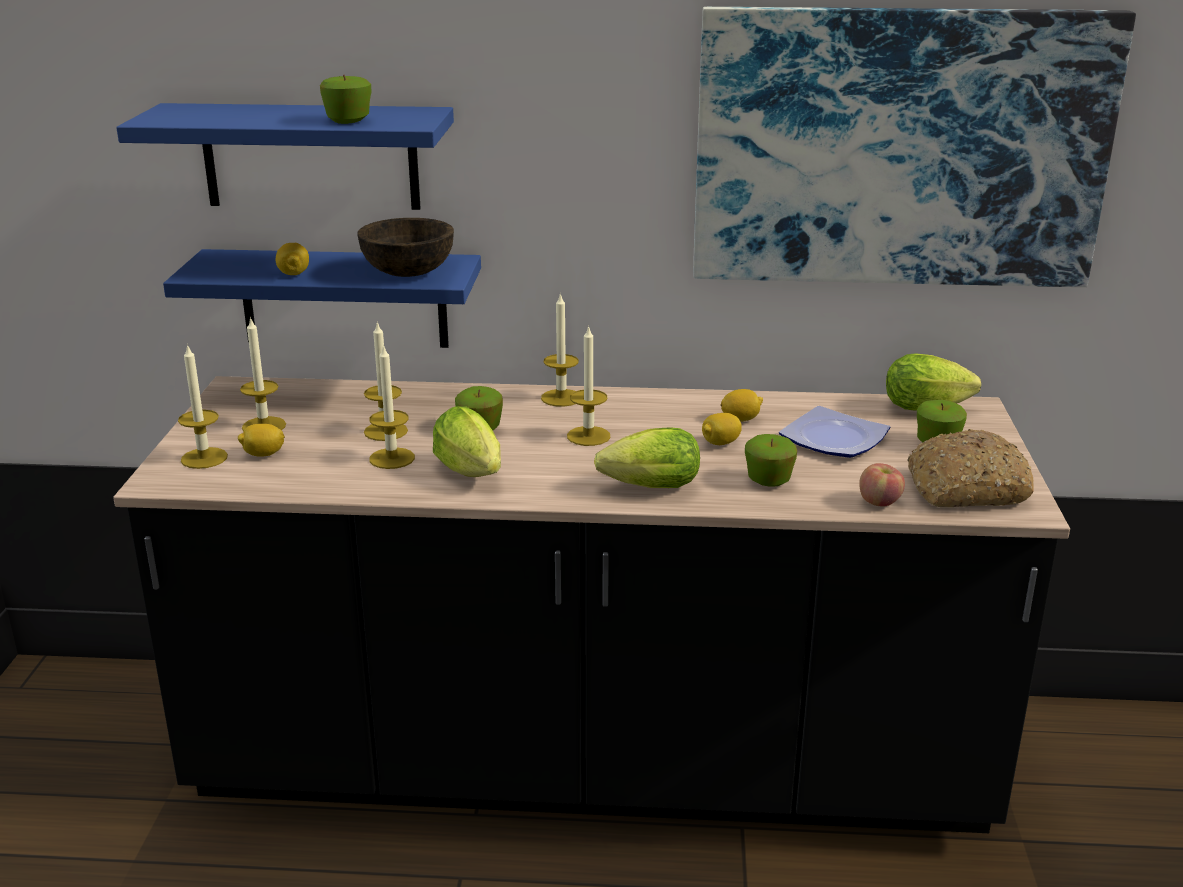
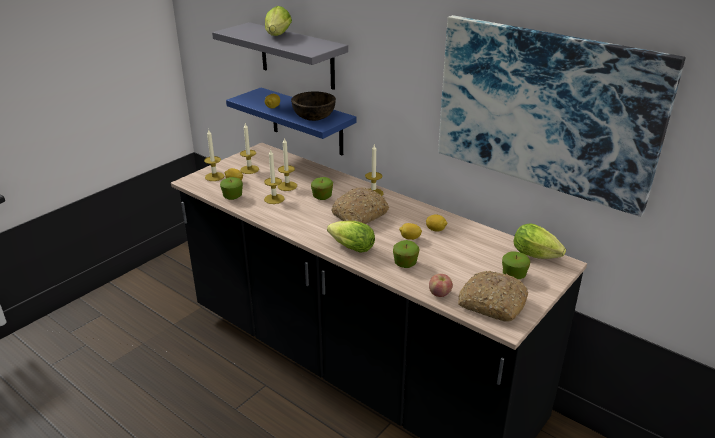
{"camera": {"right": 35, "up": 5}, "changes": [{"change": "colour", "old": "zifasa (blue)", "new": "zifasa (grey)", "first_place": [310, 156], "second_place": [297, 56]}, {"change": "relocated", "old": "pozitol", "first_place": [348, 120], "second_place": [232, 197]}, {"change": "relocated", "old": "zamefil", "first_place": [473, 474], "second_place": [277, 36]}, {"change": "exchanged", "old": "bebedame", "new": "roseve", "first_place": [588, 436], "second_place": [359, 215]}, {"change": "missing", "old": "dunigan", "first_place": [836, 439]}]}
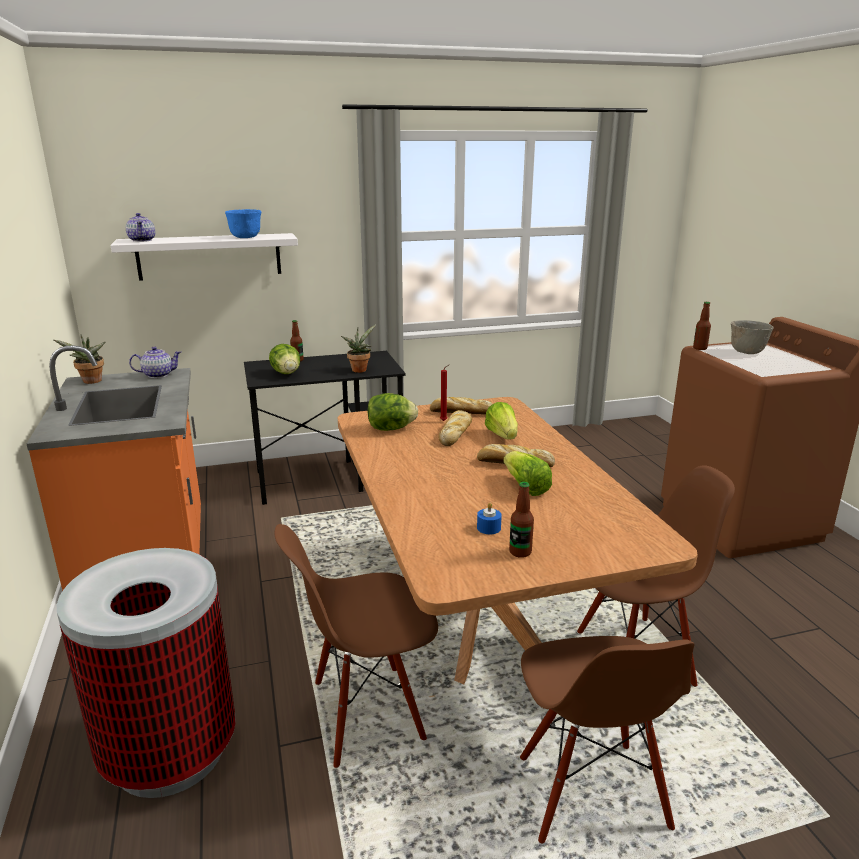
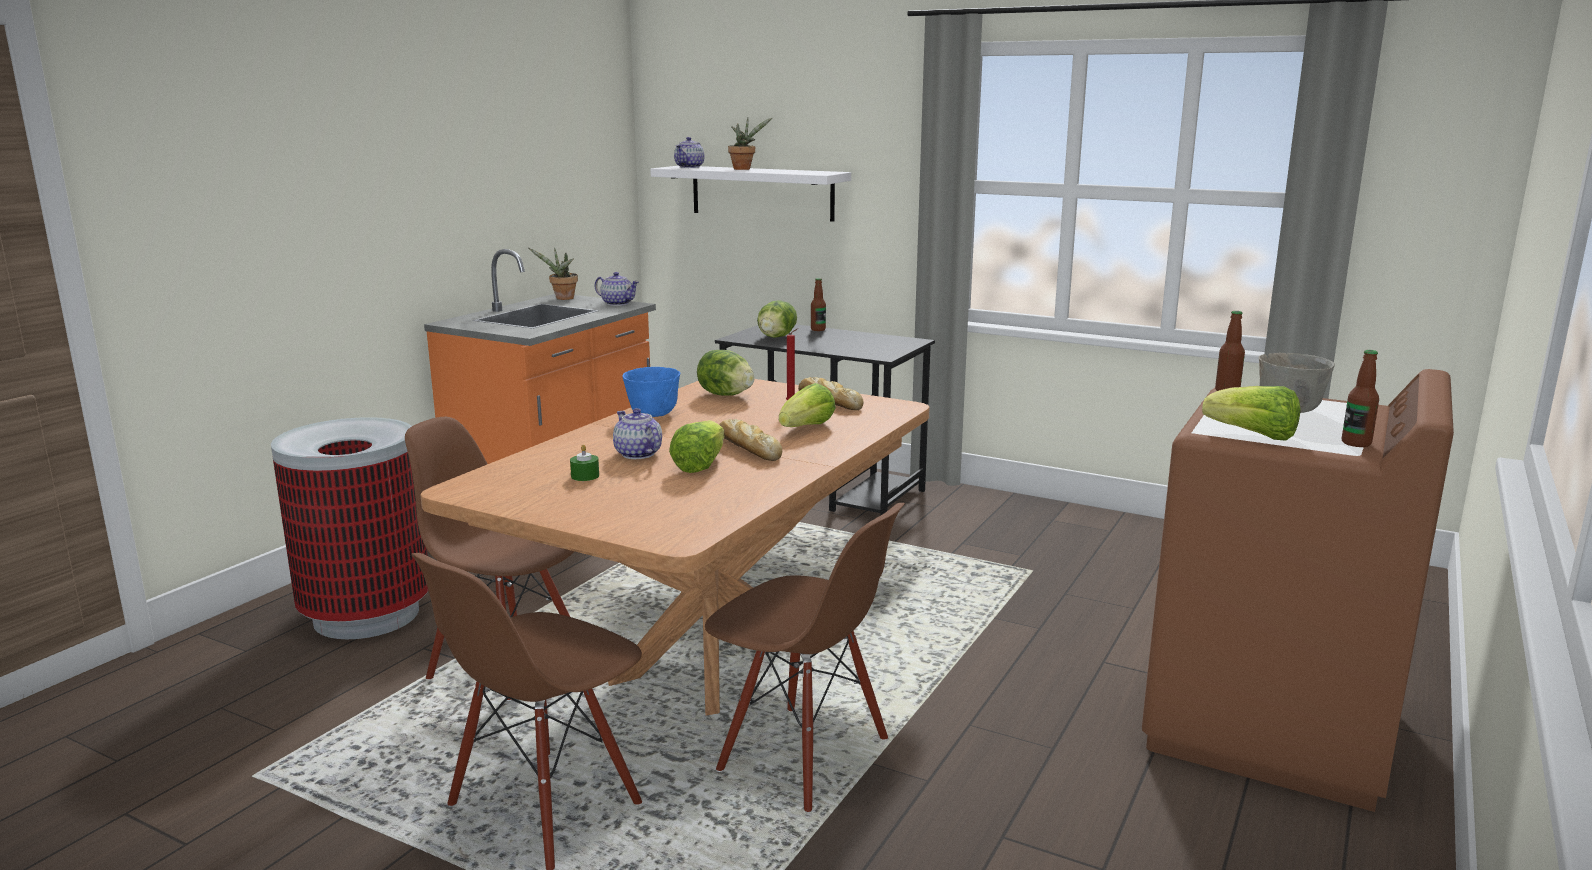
{"camera": {"right": 45, "up": -5}, "changes": [{"change": "relocated", "old": "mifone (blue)", "first_place": [246, 237], "second_place": [653, 414]}, {"change": "relocated", "old": "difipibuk", "first_place": [359, 369], "second_place": [744, 169]}, {"change": "missing", "old": "roseve", "first_place": [455, 433]}, {"change": "colour", "old": "bebedame (blue)", "new": "bebedame (green)", "first_place": [488, 528], "second_place": [585, 476]}, {"change": "relocated", "old": "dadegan", "first_place": [520, 552], "second_place": [1356, 443]}, {"change": "appeared", "new": "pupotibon", "second_place": [638, 454]}, {"change": "appeared", "new": "zamefil", "second_place": [1253, 436]}]}
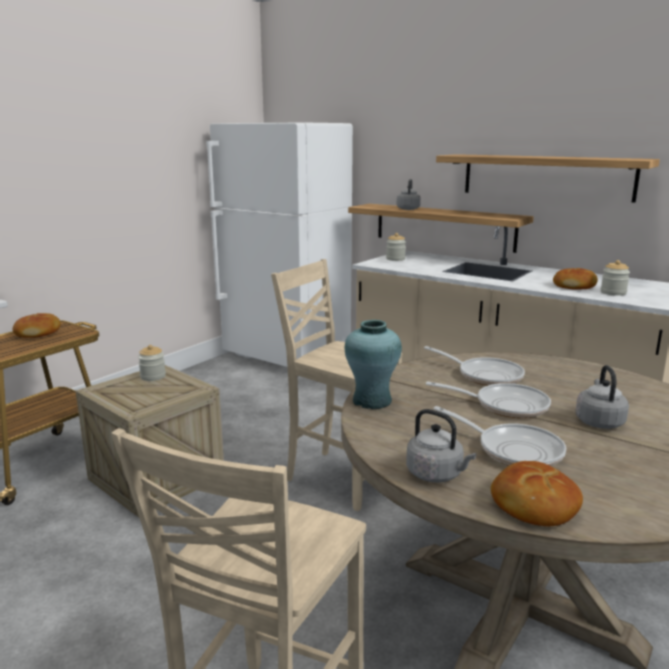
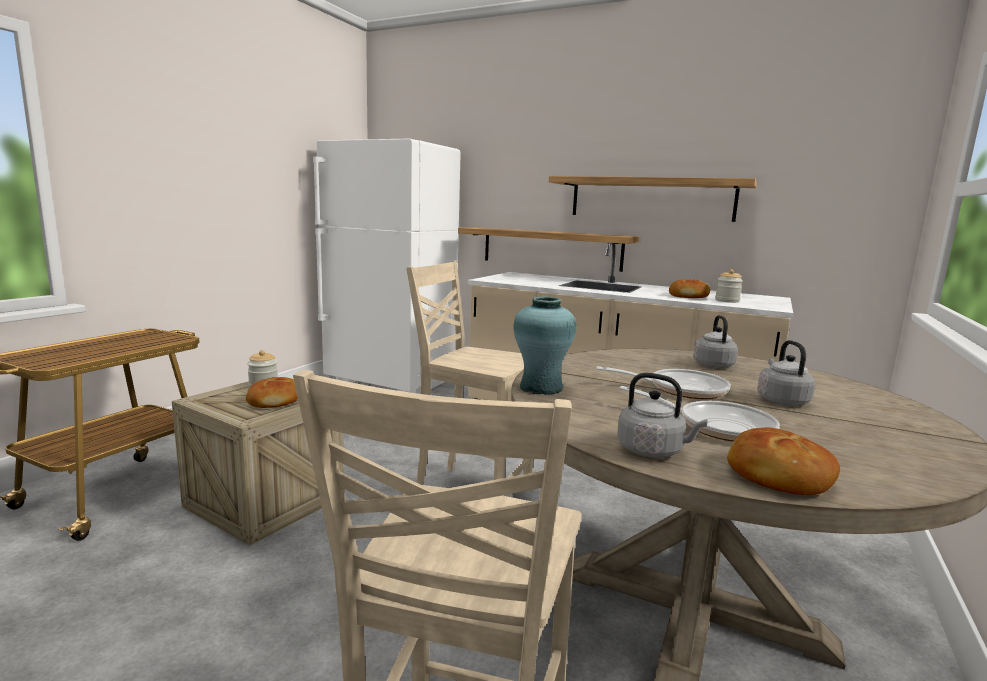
{"camera": {"right": -10, "up": -5}, "changes": [{"change": "relocated", "old": "roseve", "first_place": [38, 333], "second_place": [275, 401]}, {"change": "missing", "old": "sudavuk", "first_place": [395, 259]}, {"change": "relocated", "old": "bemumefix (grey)", "first_place": [408, 209], "second_place": [712, 364]}, {"change": "missing", "old": "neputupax", "first_place": [485, 375]}]}
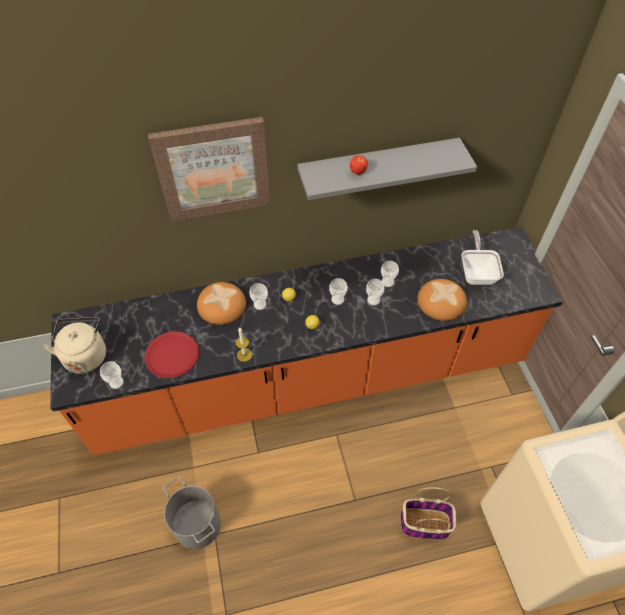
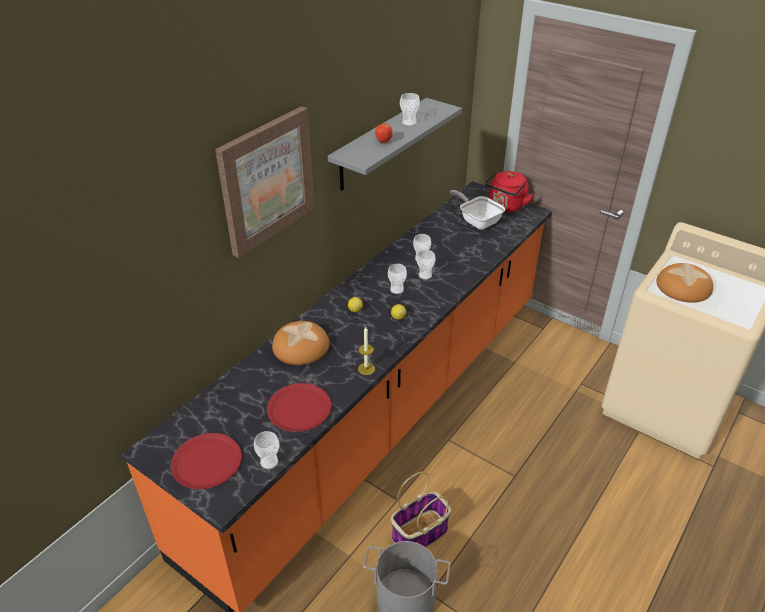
{"camera": {"right": -40, "up": -15}, "changes": [{"change": "exchanged", "old": "bemumefix (beige)", "new": "dunigan (red)", "first_place": [86, 355], "second_place": [207, 461]}, {"change": "relocated", "old": "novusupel", "first_place": [260, 304], "second_place": [409, 123]}, {"change": "relocated", "old": "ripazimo", "first_place": [424, 524], "second_place": [419, 533]}, {"change": "relocated", "old": "roseve", "first_place": [442, 302], "second_place": [683, 286]}, {"change": "appeared", "new": "bemumefix (red)", "second_place": [506, 207]}]}
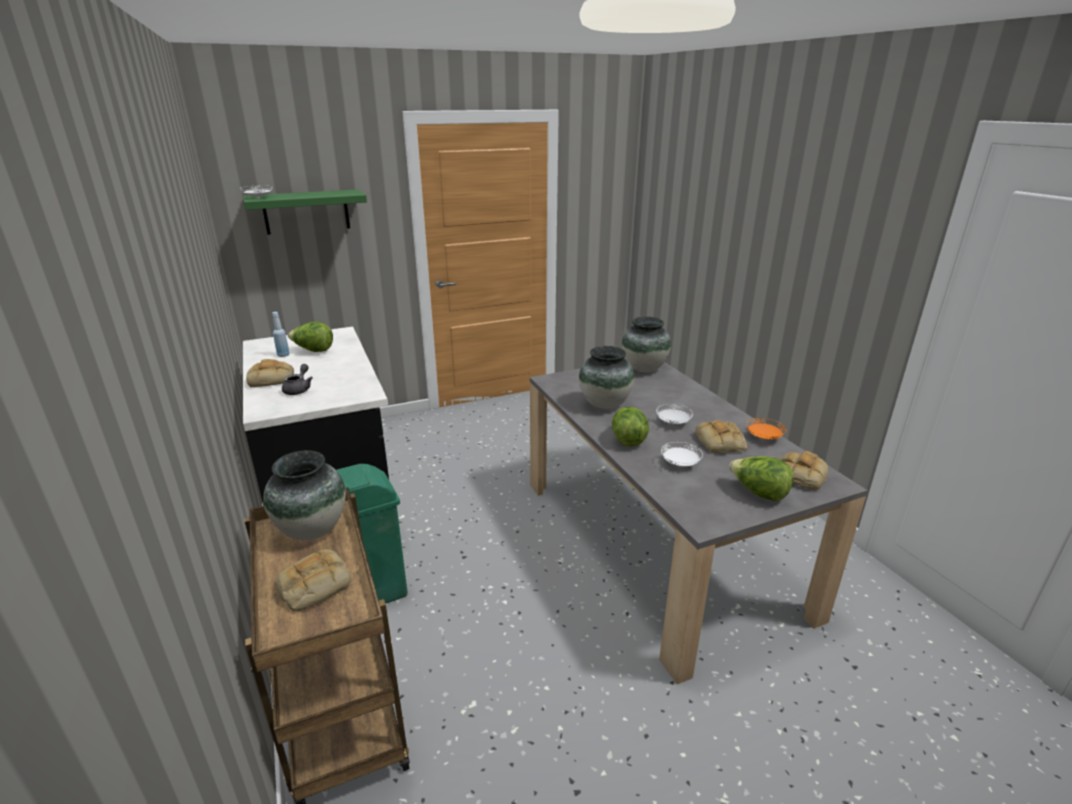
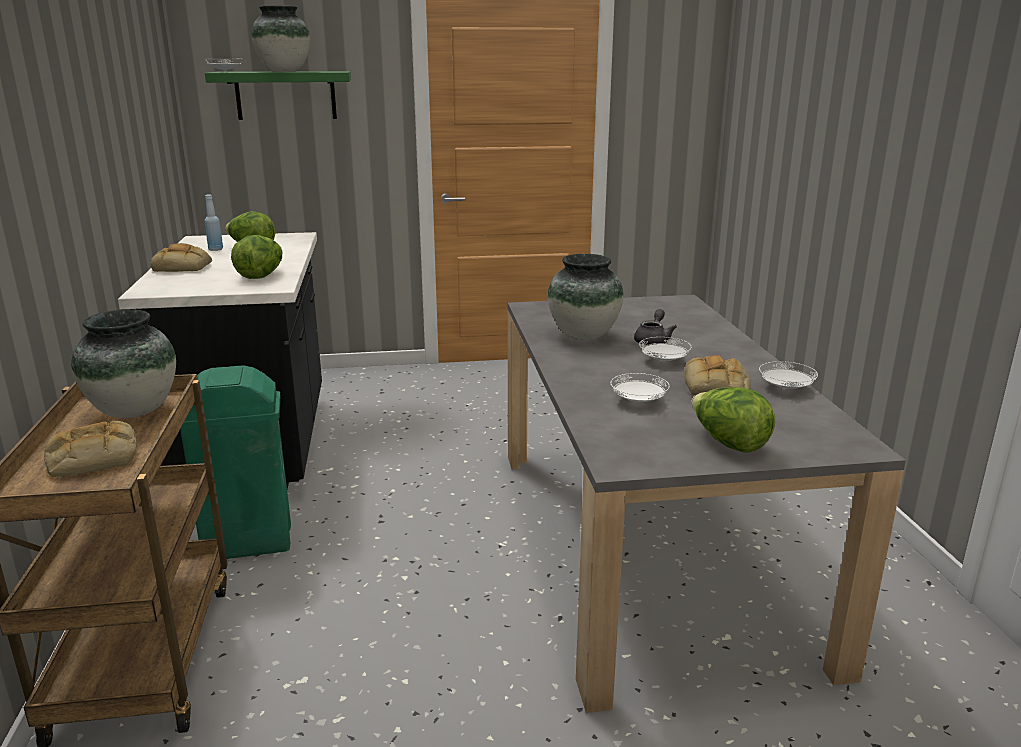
{"camera": {"right": 15, "up": -5}, "changes": [{"change": "relocated", "old": "pupotibon (grey)", "first_place": [299, 389], "second_place": [653, 340]}, {"change": "relocated", "old": "zamefil", "first_place": [628, 439], "second_place": [261, 276]}, {"change": "relocated", "old": "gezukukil", "first_place": [644, 369], "second_place": [284, 71]}, {"change": "colour", "old": "dunigan (orange)", "new": "dunigan (white)", "first_place": [764, 438], "second_place": [786, 388]}, {"change": "missing", "old": "roseve", "first_place": [799, 474]}]}
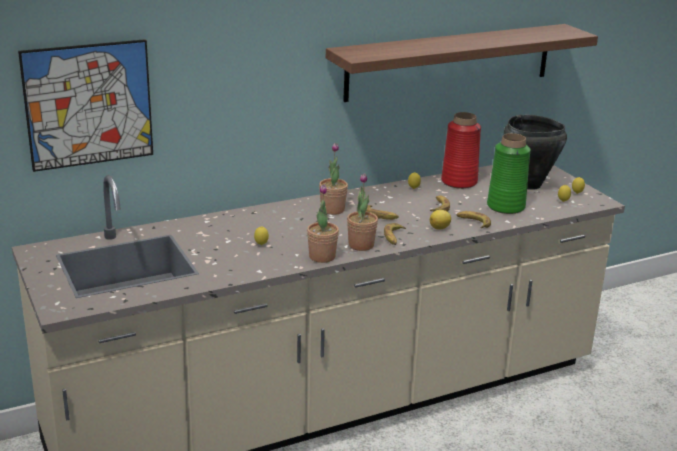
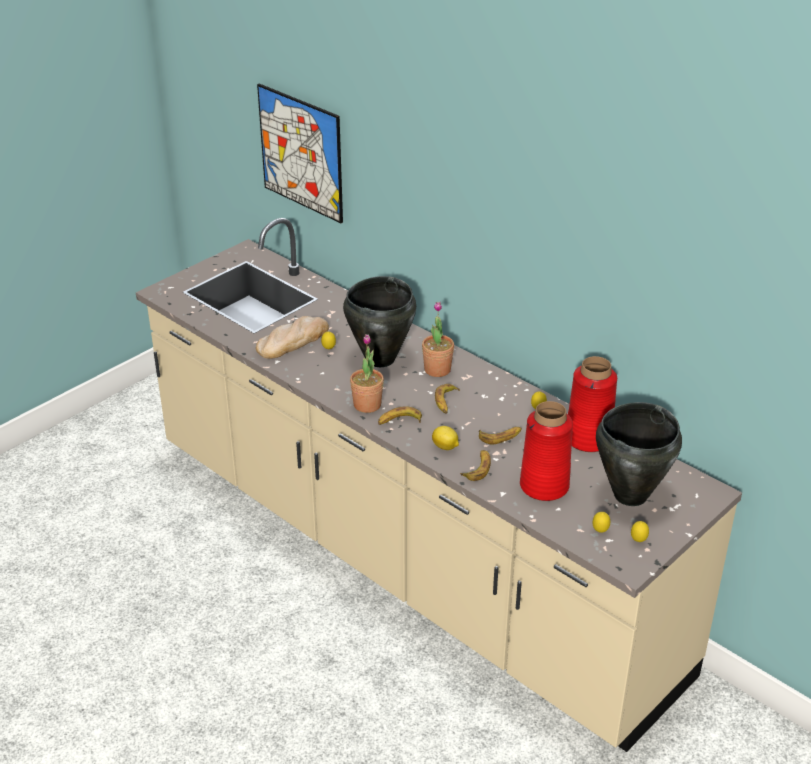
{"camera": {"right": 70, "up": 10}, "changes": [{"change": "missing", "old": "difipibuk", "first_place": [322, 257]}, {"change": "missing", "old": "zifasa", "first_place": [450, 62]}, {"change": "colour", "old": "gezukukil (green)", "new": "gezukukil (red)", "first_place": [506, 206], "second_place": [544, 486]}, {"change": "appeared", "new": "roseve", "second_place": [293, 341]}, {"change": "appeared", "new": "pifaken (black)", "second_place": [379, 359]}]}
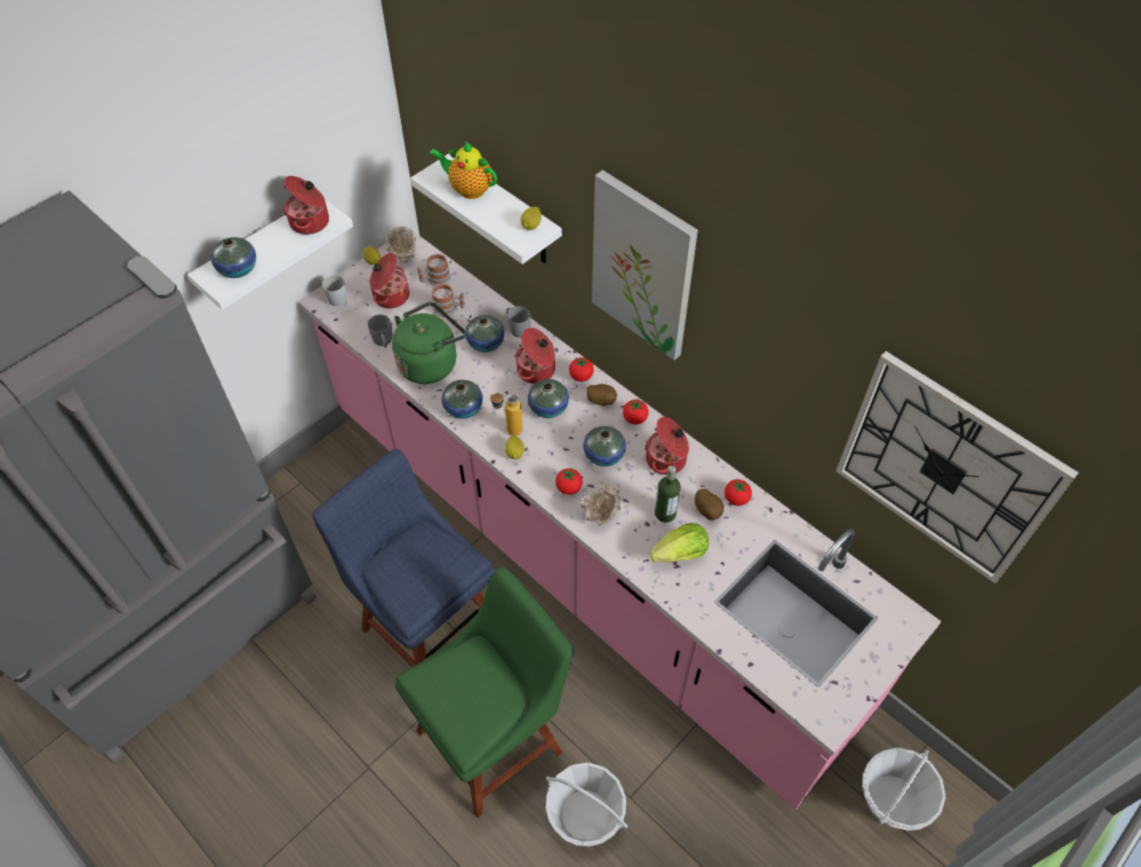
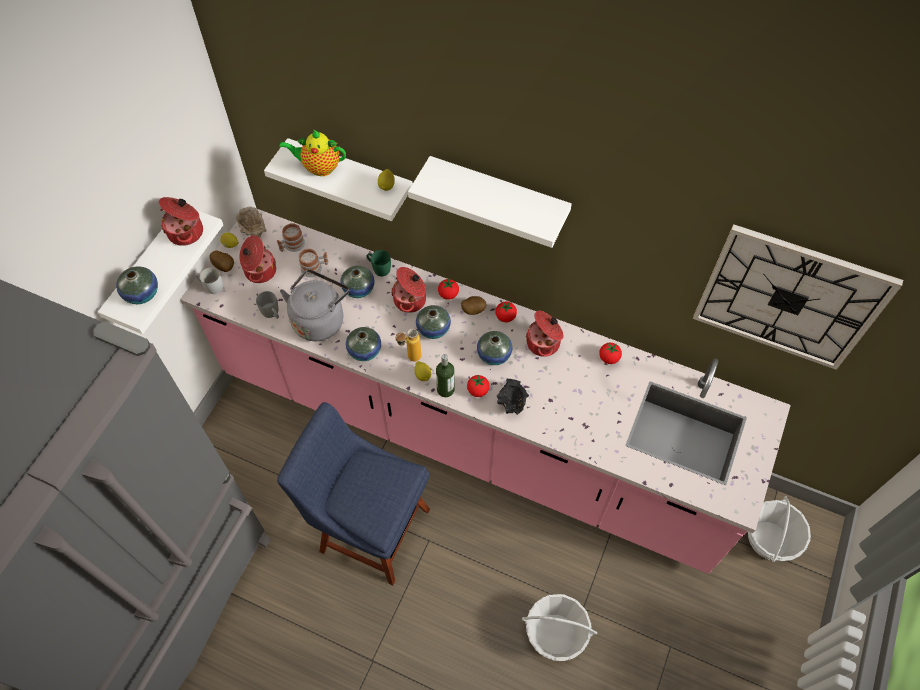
{"camera": {"right": -20, "up": 5}, "changes": [{"change": "colour", "old": "bemumefix (green)", "new": "bemumefix (grey)", "first_place": [430, 362], "second_place": [319, 319]}, {"change": "missing", "old": "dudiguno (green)", "first_place": [495, 737]}, {"change": "colour", "old": "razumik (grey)", "new": "razumik (green)", "first_place": [517, 328], "second_place": [379, 268]}, {"change": "colour", "old": "mifone (beige)", "new": "mifone (black)", "first_place": [601, 513], "second_place": [512, 403]}, {"change": "exchanged", "old": "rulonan", "new": "zifasa (white)", "first_place": [643, 266], "second_place": [498, 198]}, {"change": "missing", "old": "zamefil", "first_place": [676, 555]}, {"change": "relocated", "old": "dadegan", "first_place": [665, 513], "second_place": [445, 389]}, {"change": "relocated", "old": "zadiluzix", "first_place": [708, 511], "second_place": [225, 266]}]}
